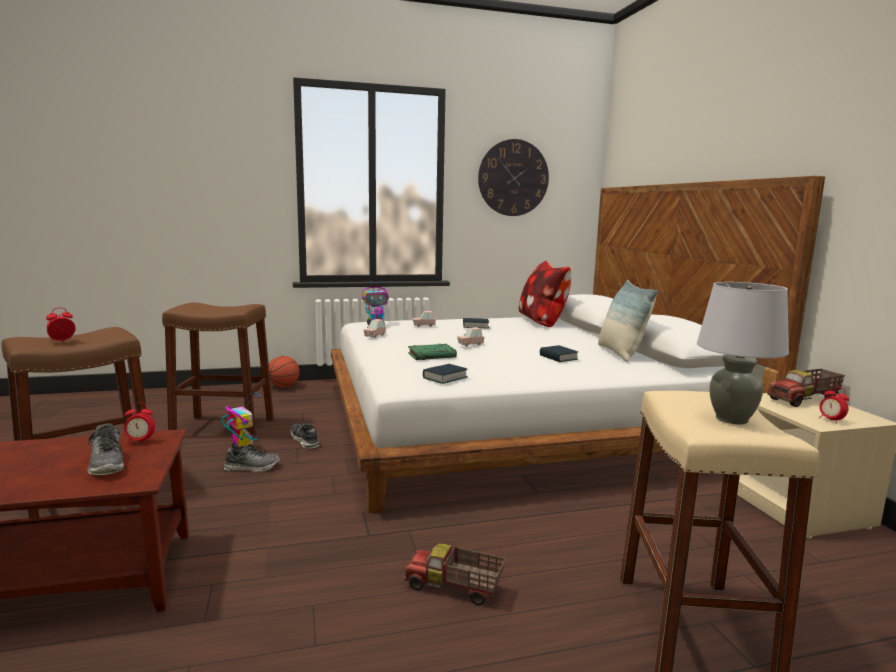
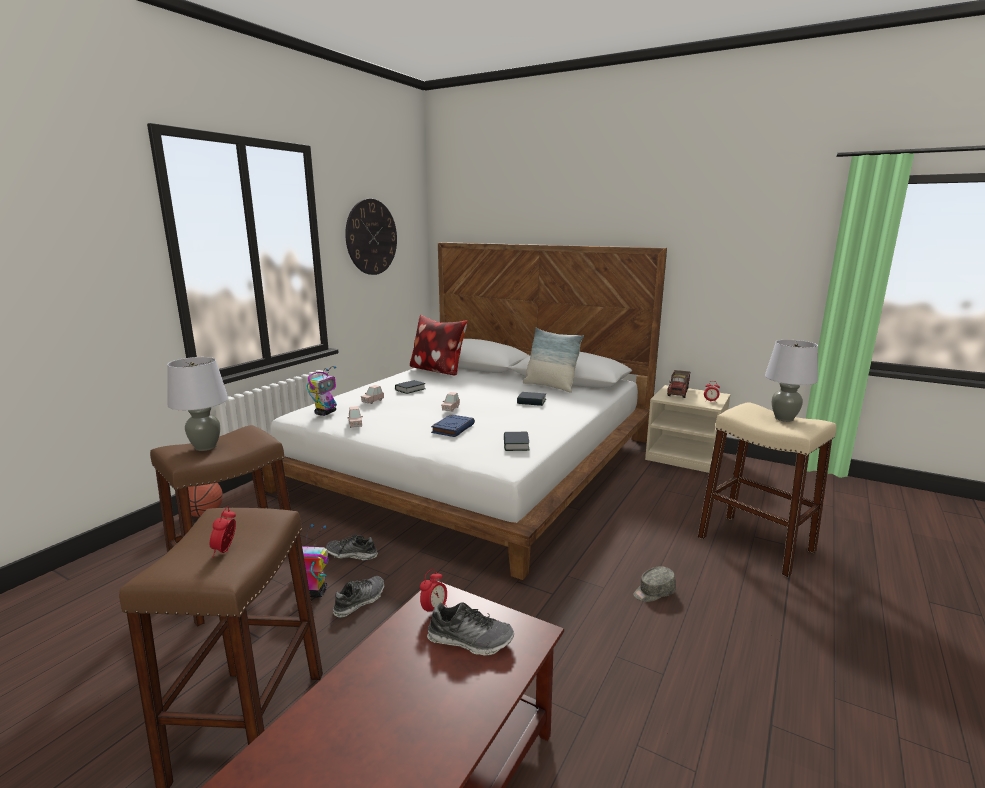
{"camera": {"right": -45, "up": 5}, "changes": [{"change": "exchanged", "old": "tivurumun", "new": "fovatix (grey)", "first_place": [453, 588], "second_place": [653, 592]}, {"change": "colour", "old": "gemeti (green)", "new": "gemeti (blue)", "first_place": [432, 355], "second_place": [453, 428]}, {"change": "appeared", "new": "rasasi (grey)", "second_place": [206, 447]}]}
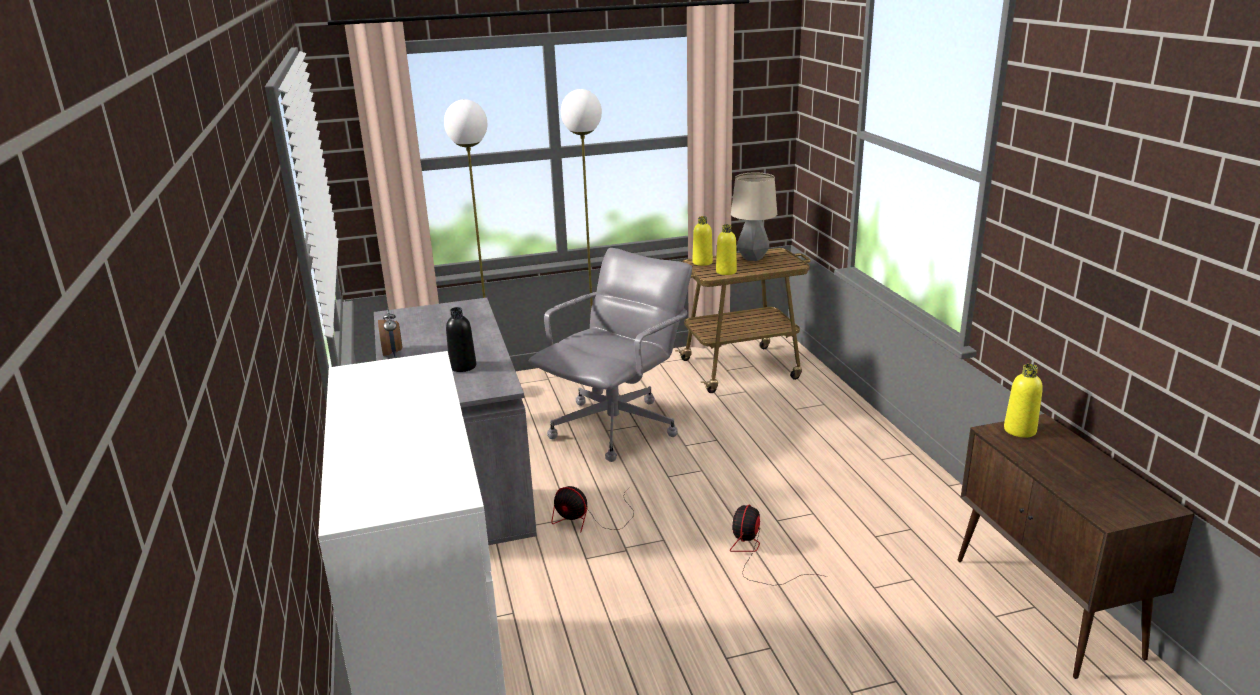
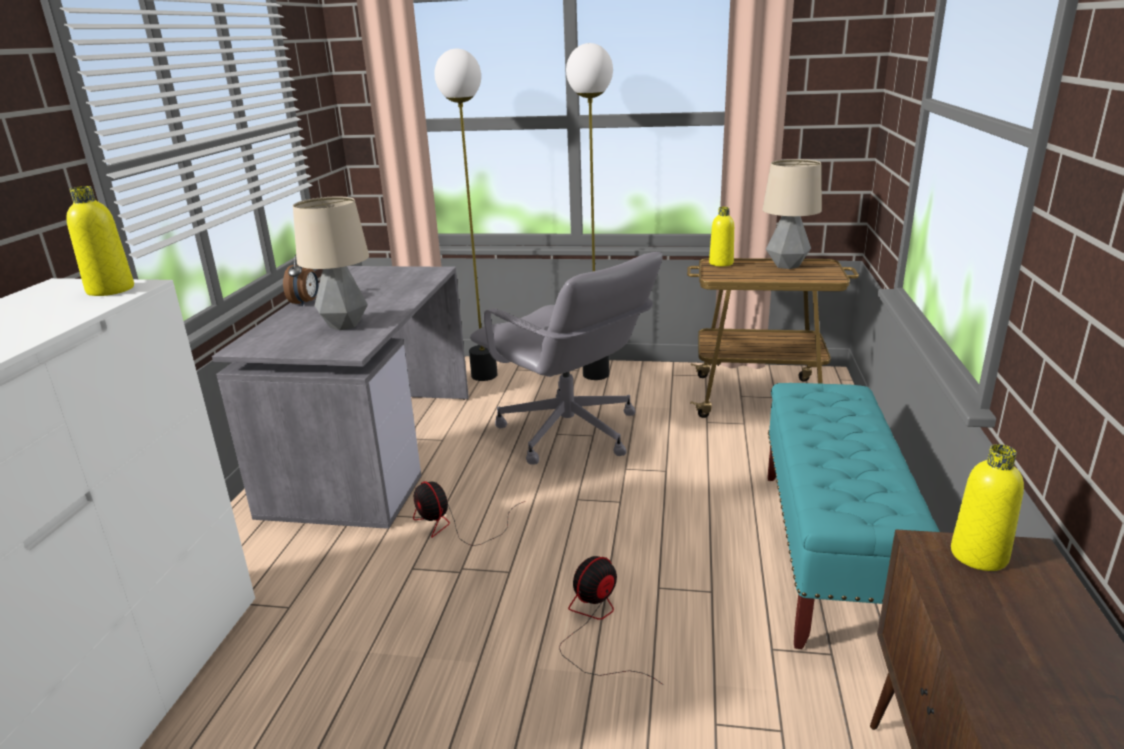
{"camera": {"right": 25, "up": 0}, "changes": [{"change": "exchanged", "old": "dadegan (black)", "new": "rasasi", "first_place": [463, 366], "second_place": [344, 325]}, {"change": "spun", "old": "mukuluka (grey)", "first_place": [616, 427], "second_place": [569, 433], "degrees": 75}, {"change": "relocated", "old": "dadegan (yellow)", "first_place": [726, 272], "second_place": [110, 290]}, {"change": "appeared", "new": "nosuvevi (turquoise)", "second_place": [830, 554]}]}
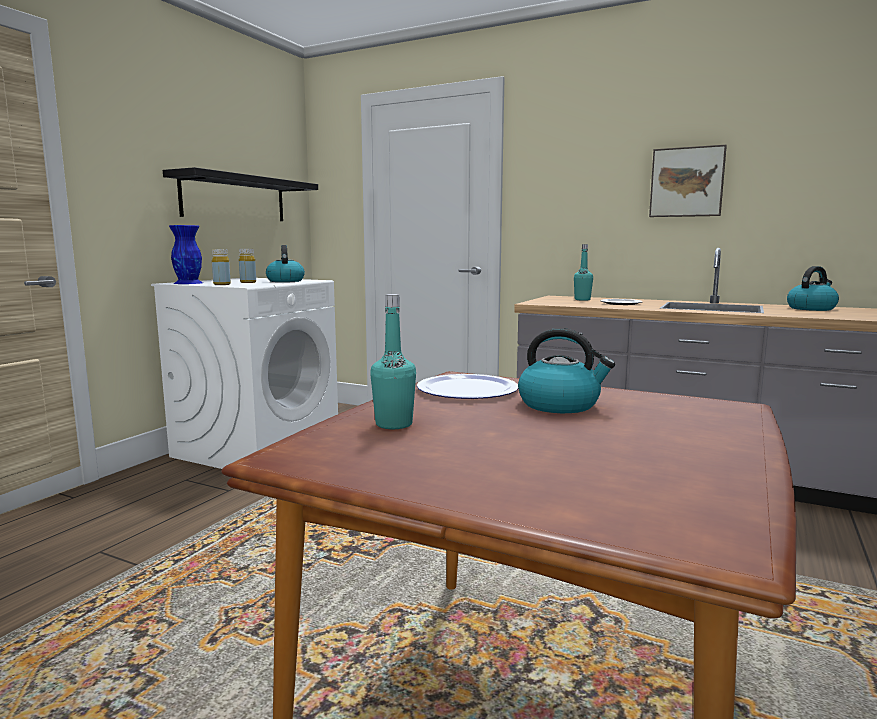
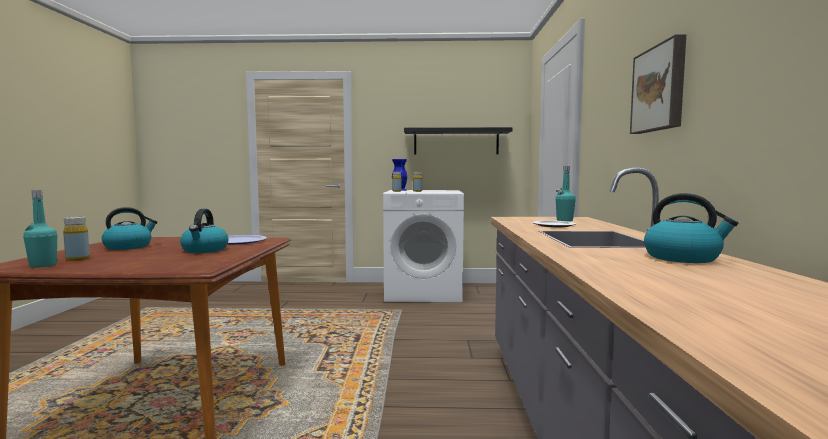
{"camera": {"right": 65, "up": -5}, "changes": [{"change": "relocated", "old": "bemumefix", "first_place": [285, 281], "second_place": [129, 247]}, {"change": "relocated", "old": "dadegan (turquoise)", "first_place": [394, 424], "second_place": [43, 265]}, {"change": "appeared", "new": "dadegan (yellow)", "second_place": [77, 259]}]}
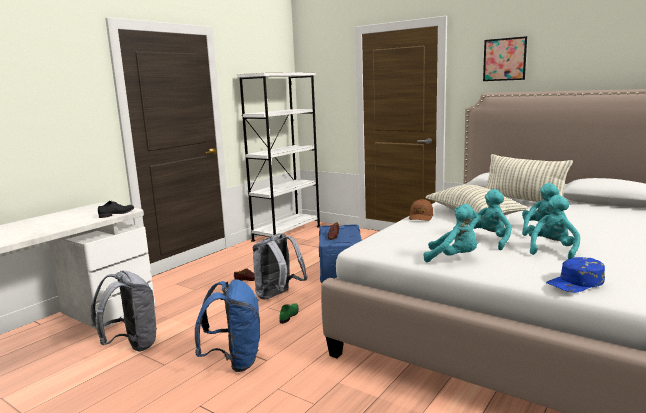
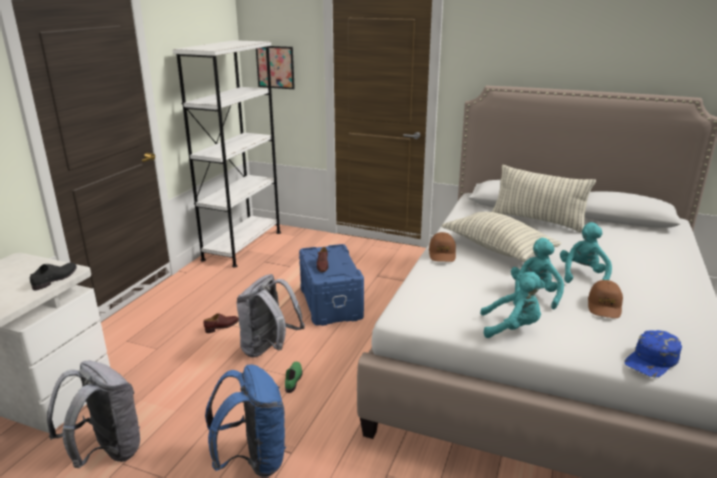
{"camera": {"right": -15, "up": 10}, "changes": [{"change": "relocated", "old": "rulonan", "first_place": [504, 59], "second_place": [275, 67]}, {"change": "exchanged", "old": "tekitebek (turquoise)", "new": "fovatix (brown)", "first_place": [551, 250], "second_place": [604, 306]}]}
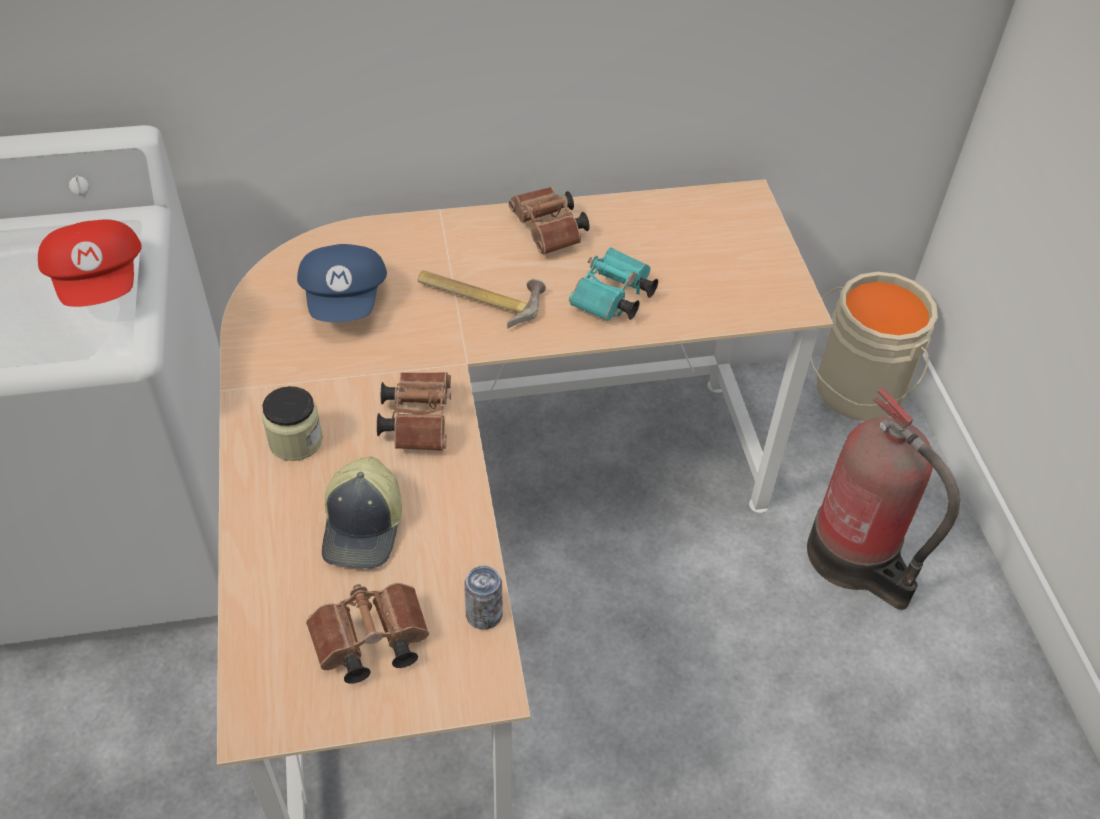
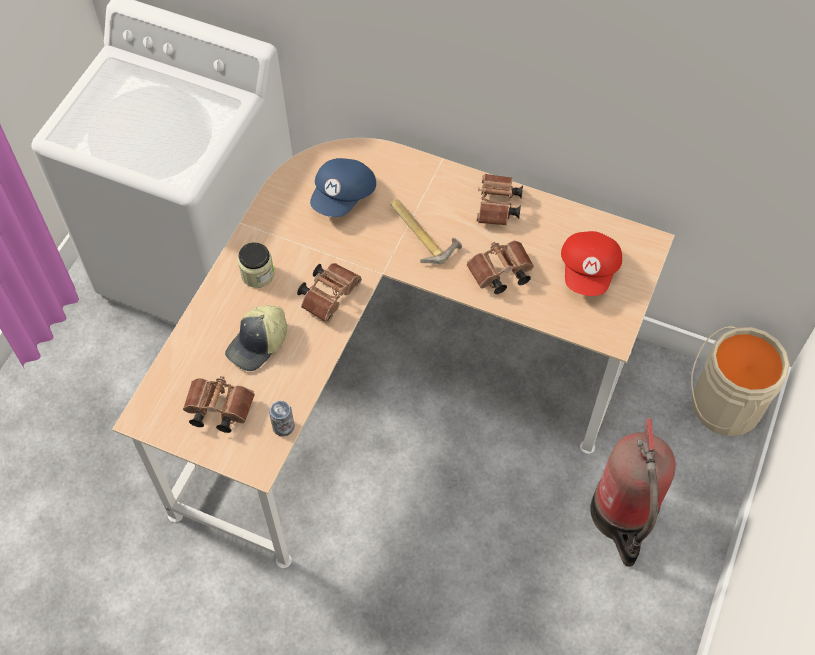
{"camera": {"right": 35, "up": 10}, "changes": [{"change": "relocated", "old": "fovatix (red)", "first_place": [101, 282], "second_place": [589, 271]}, {"change": "colour", "old": "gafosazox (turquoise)", "new": "gafosazox (brown)", "first_place": [612, 300], "second_place": [499, 274]}]}
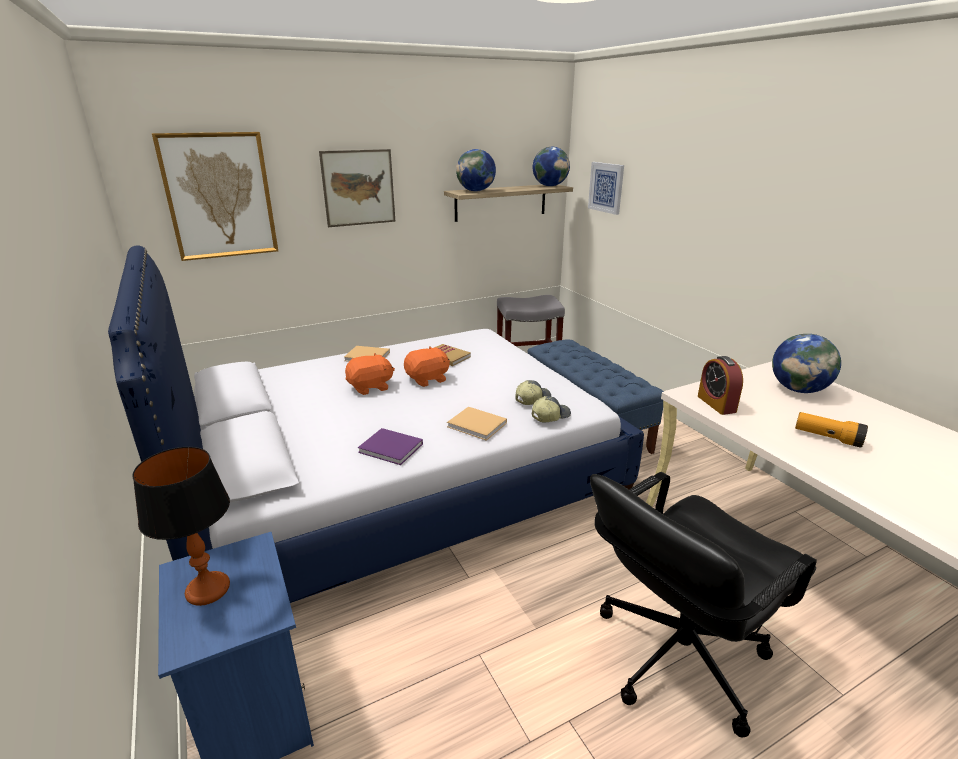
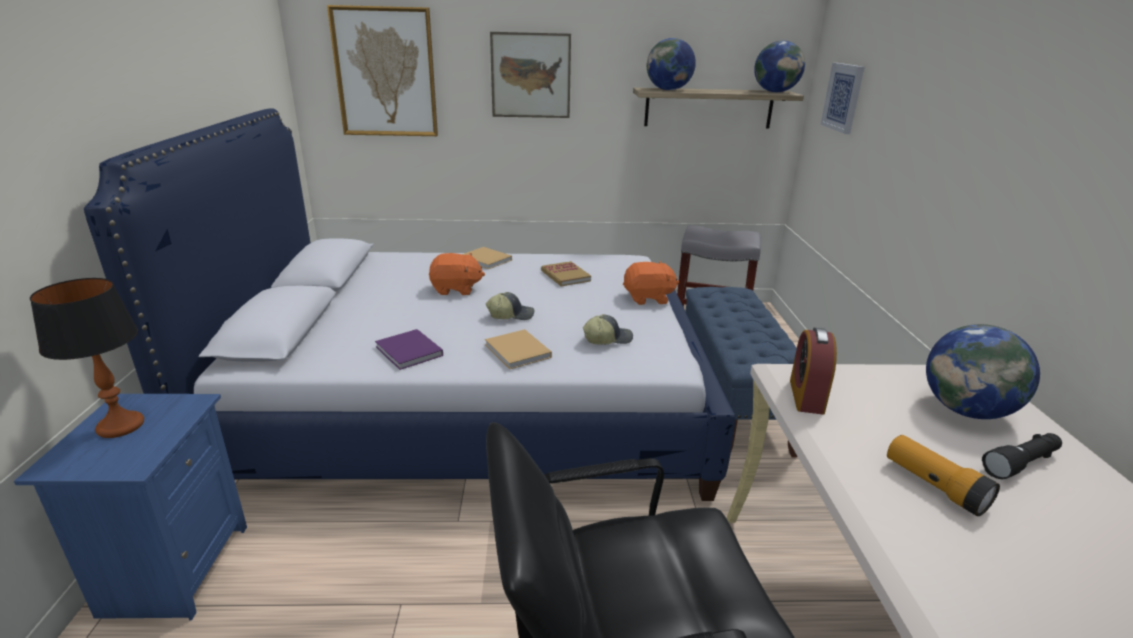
{"camera": {"right": 25, "up": 0}, "changes": [{"change": "relocated", "old": "tekitebek (orange)", "first_place": [427, 379], "second_place": [648, 298]}, {"change": "relocated", "old": "fovatix", "first_place": [550, 415], "second_place": [511, 315]}, {"change": "appeared", "new": "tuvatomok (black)", "second_place": [1021, 463]}]}
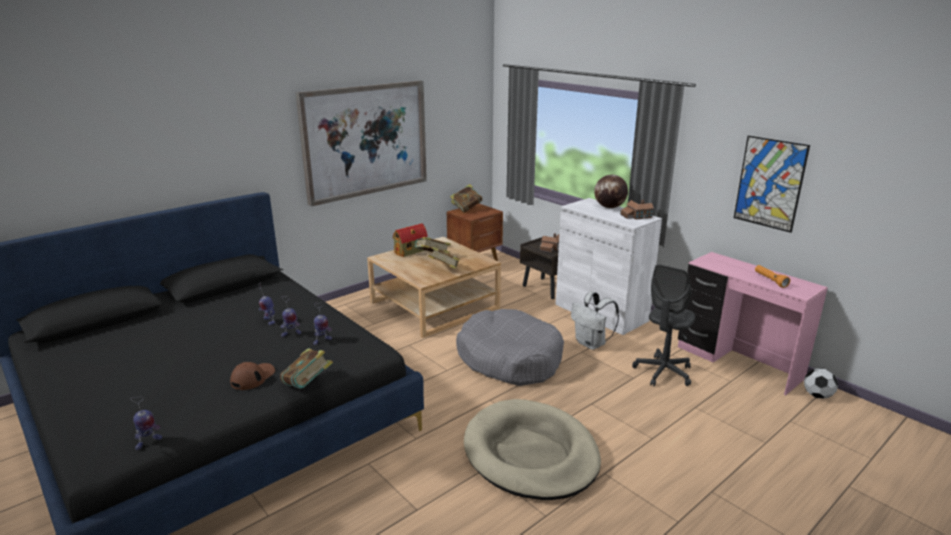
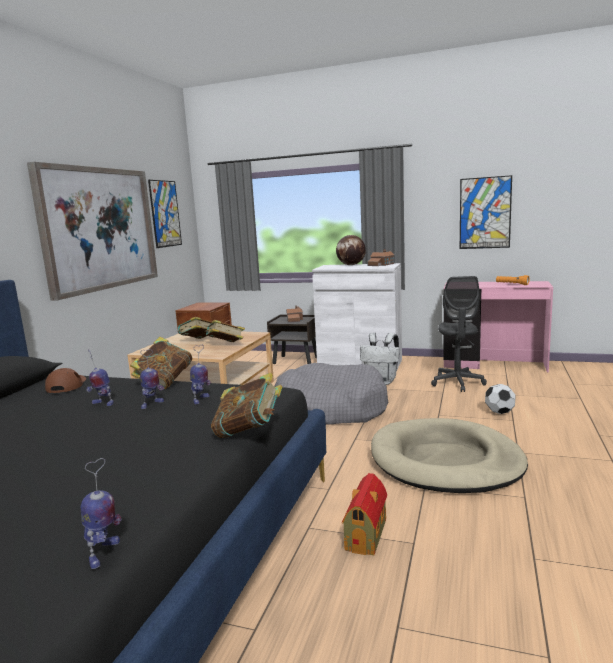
{"camera": {"right": -30, "up": -10}, "changes": [{"change": "relocated", "old": "fovatix (brown)", "first_place": [253, 377], "second_place": [66, 385]}, {"change": "relocated", "old": "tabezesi", "first_place": [411, 251], "second_place": [366, 533]}, {"change": "relocated", "old": "gemeti", "first_place": [466, 209], "second_place": [165, 382]}, {"change": "relocated", "old": "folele", "first_place": [817, 395], "second_place": [499, 412]}, {"change": "appeared", "new": "rulonan", "second_place": [165, 213]}]}
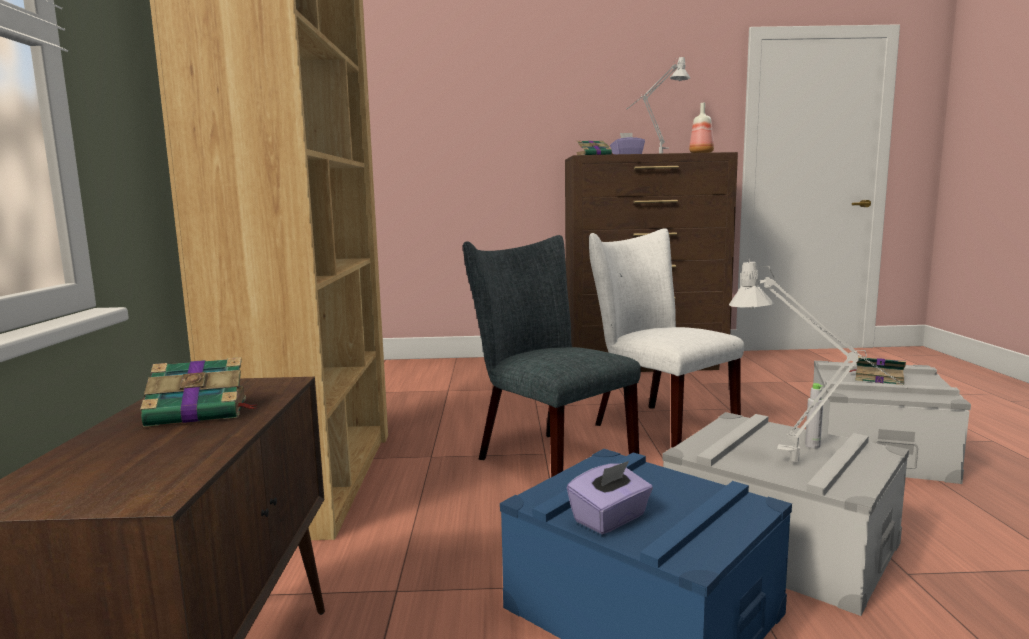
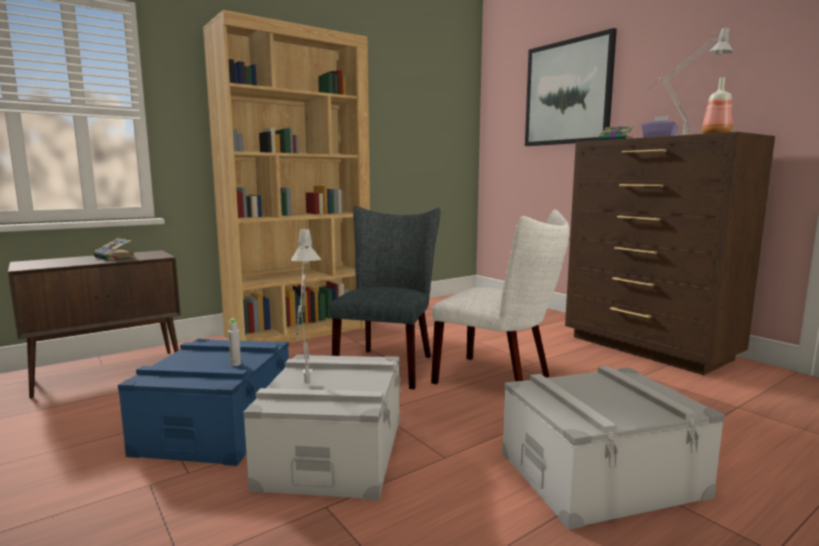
{"camera": {"right": 55, "up": 0}, "changes": [{"change": "missing", "old": "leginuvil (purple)", "first_place": [610, 519]}, {"change": "spun", "old": "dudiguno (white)", "first_place": [656, 426], "second_place": [499, 380], "degrees": 105}, {"change": "relocated", "old": "dadegan (grey)", "first_place": [812, 445], "second_place": [235, 364]}, {"change": "missing", "old": "gemeti", "first_place": [877, 378]}, {"change": "appeared", "new": "rulonan", "second_place": [568, 93]}]}
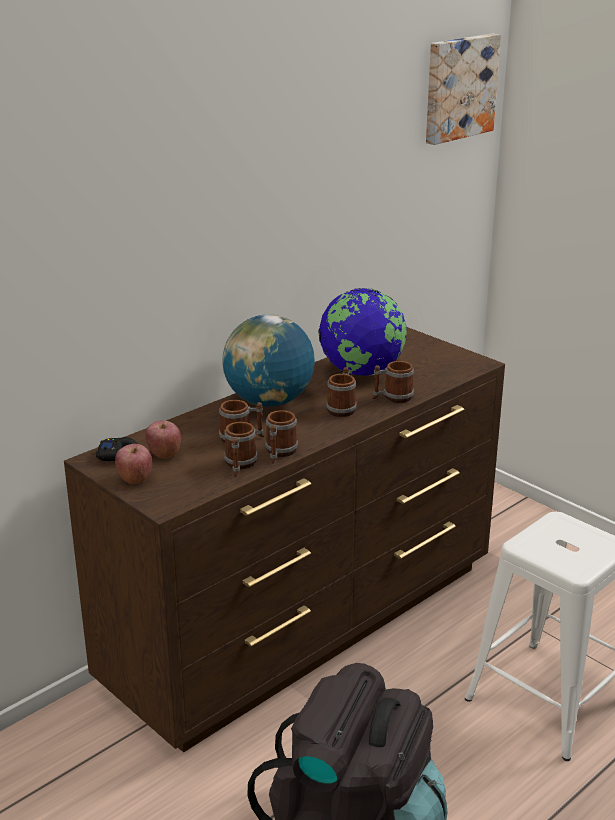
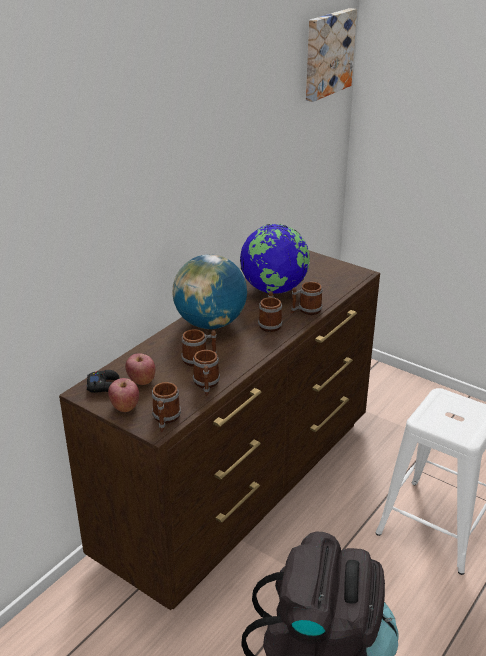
{"camera": {"right": -10, "up": 5}, "changes": [{"change": "relocated", "old": "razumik", "first_place": [279, 453], "second_place": [165, 419]}]}
